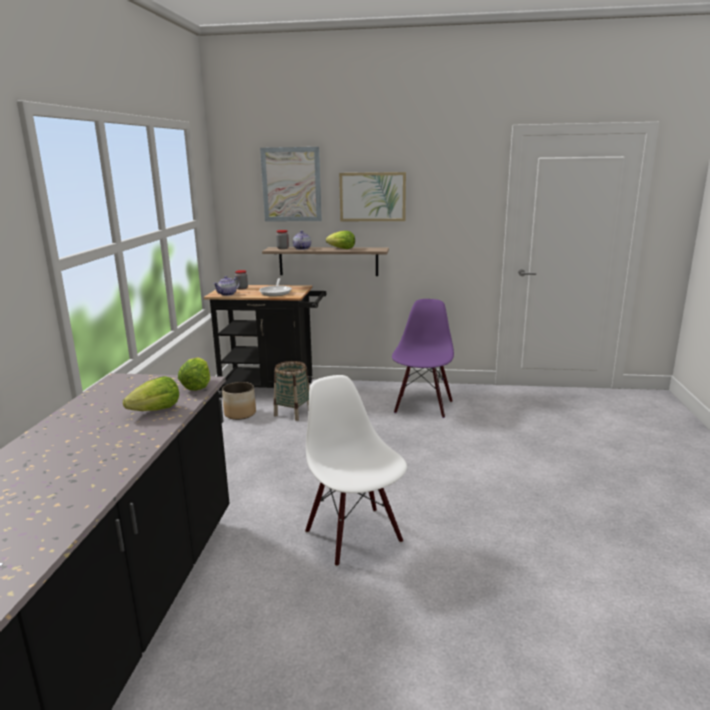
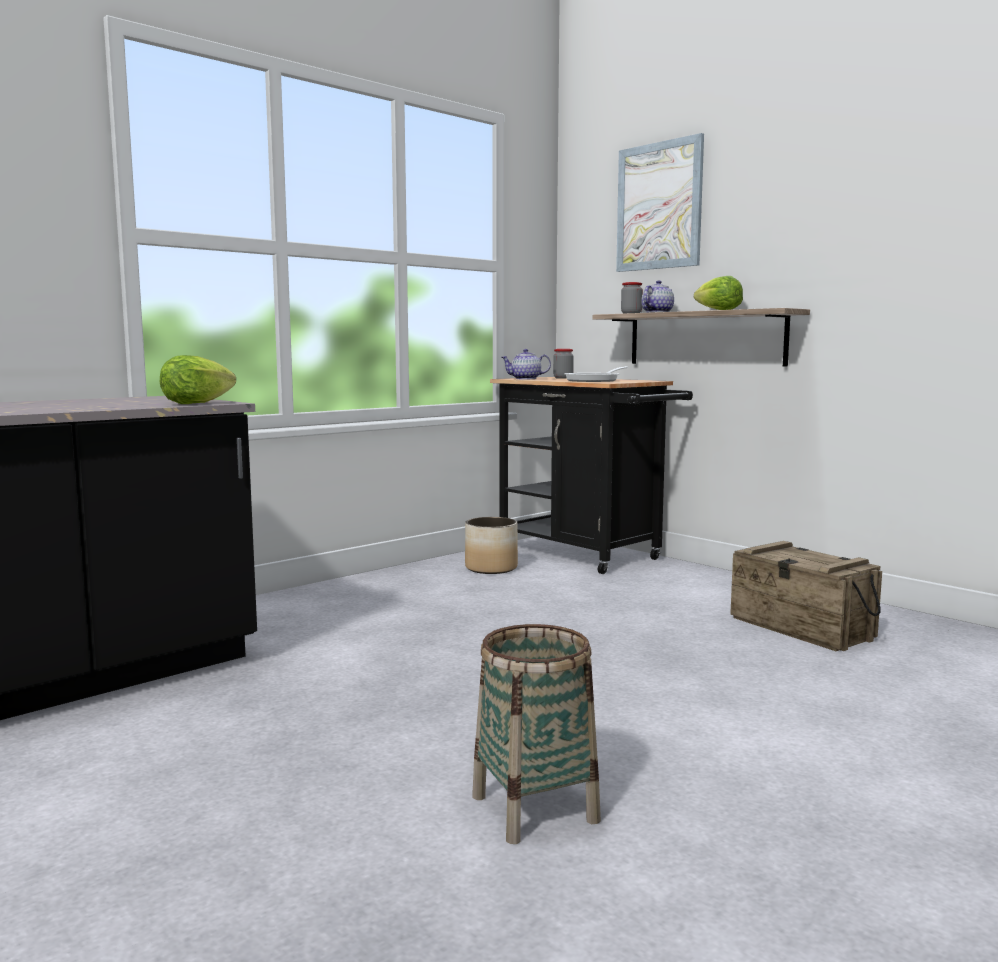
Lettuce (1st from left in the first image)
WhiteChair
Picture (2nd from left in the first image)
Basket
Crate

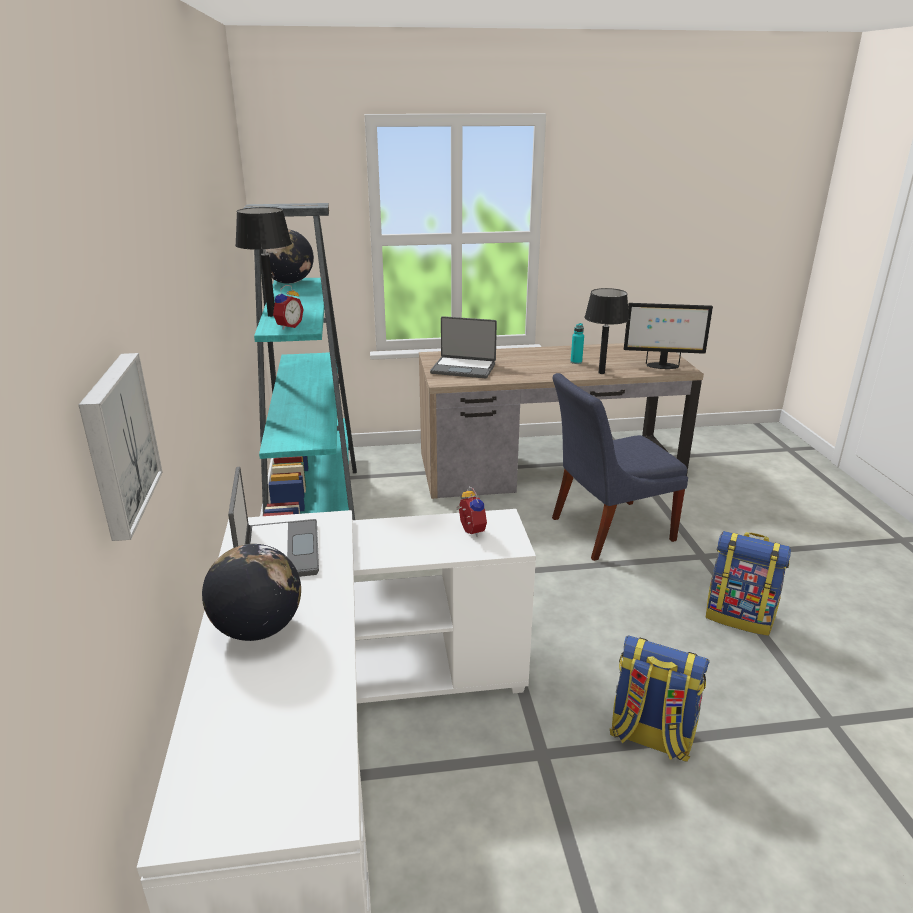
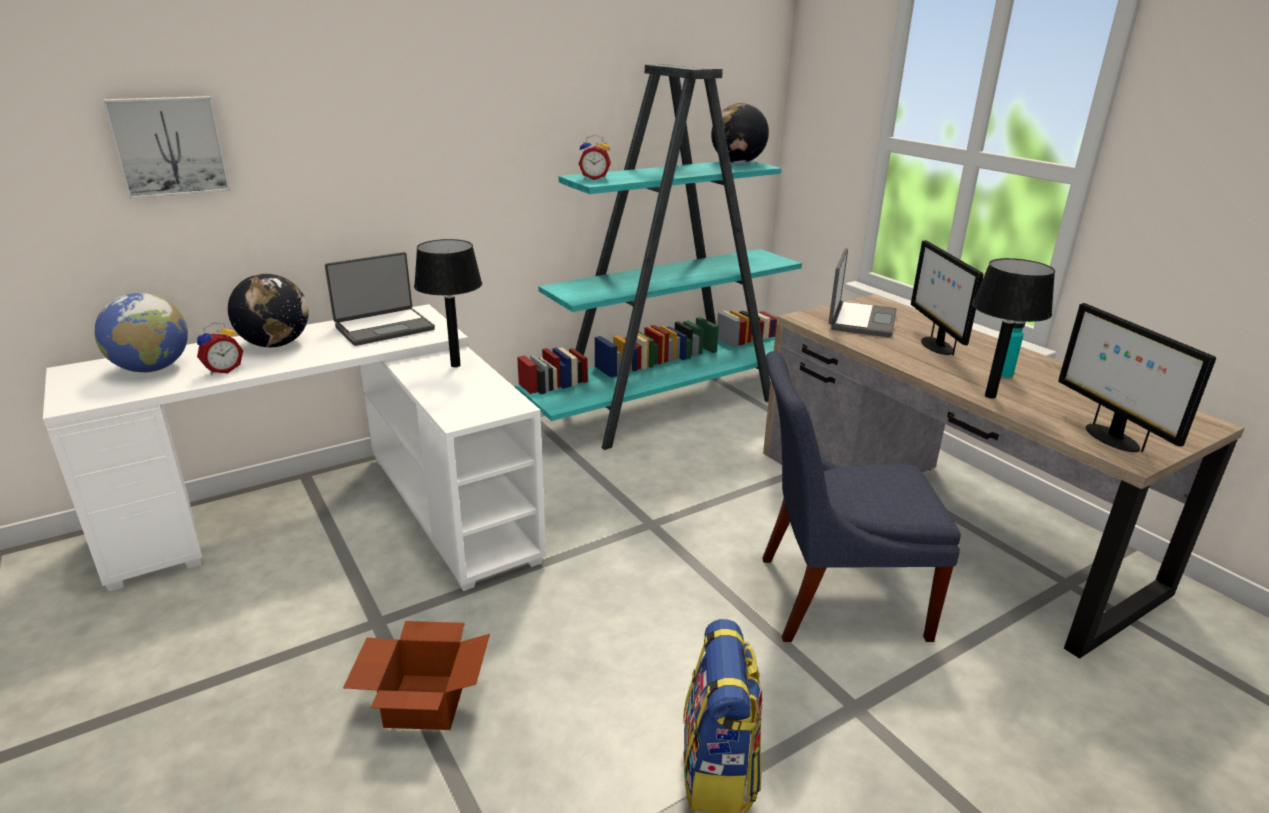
Globe (1st from left)
Monitor (1st from left)
BlackTableLamp (1st from left)
AlarmClock (1st from left)
CardboardBox
Laptop (2nd from left)
BlueChair

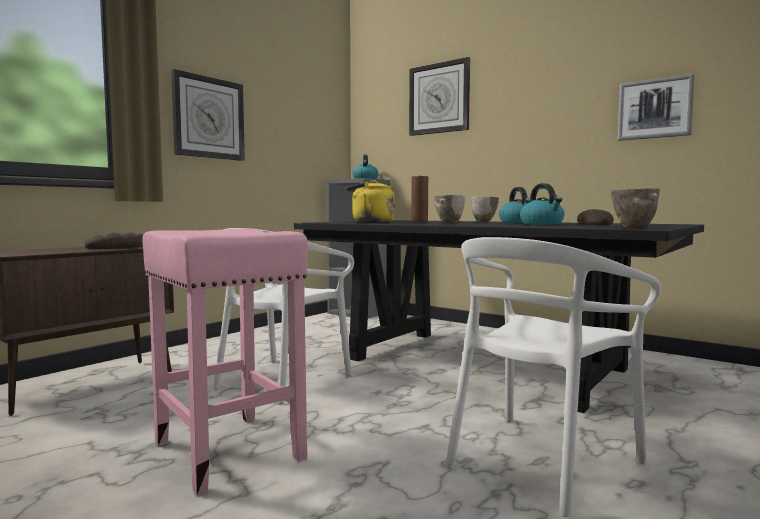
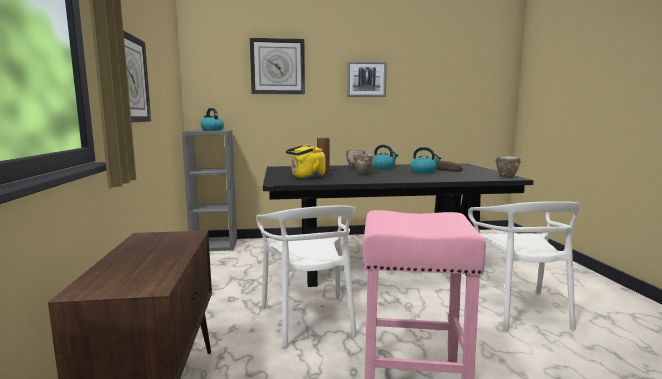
Bread (1st from left in the first image)
Picture

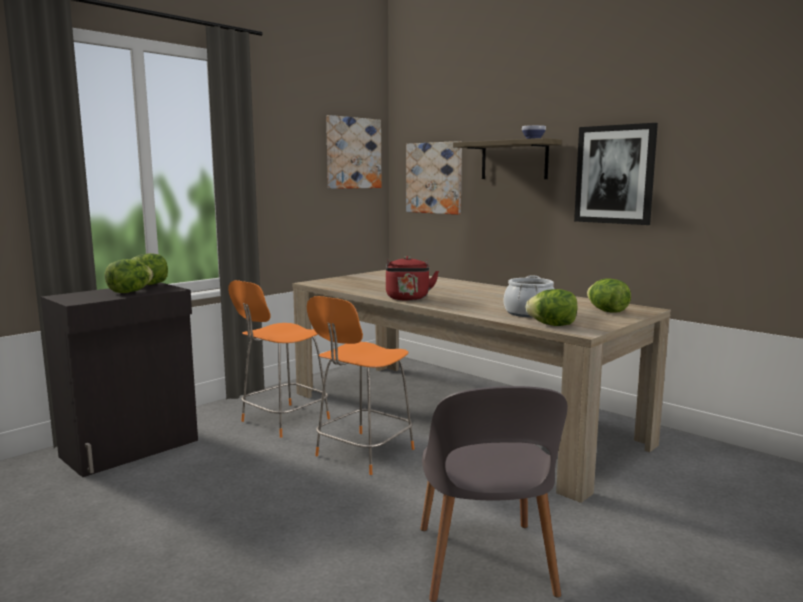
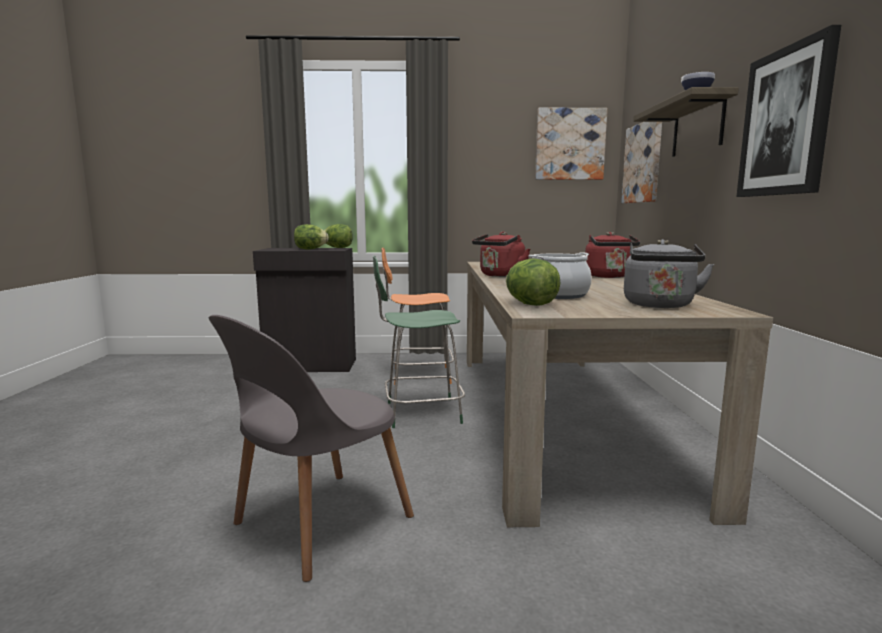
RedKettle (2nd from left)
GreyKettle
GreenStool

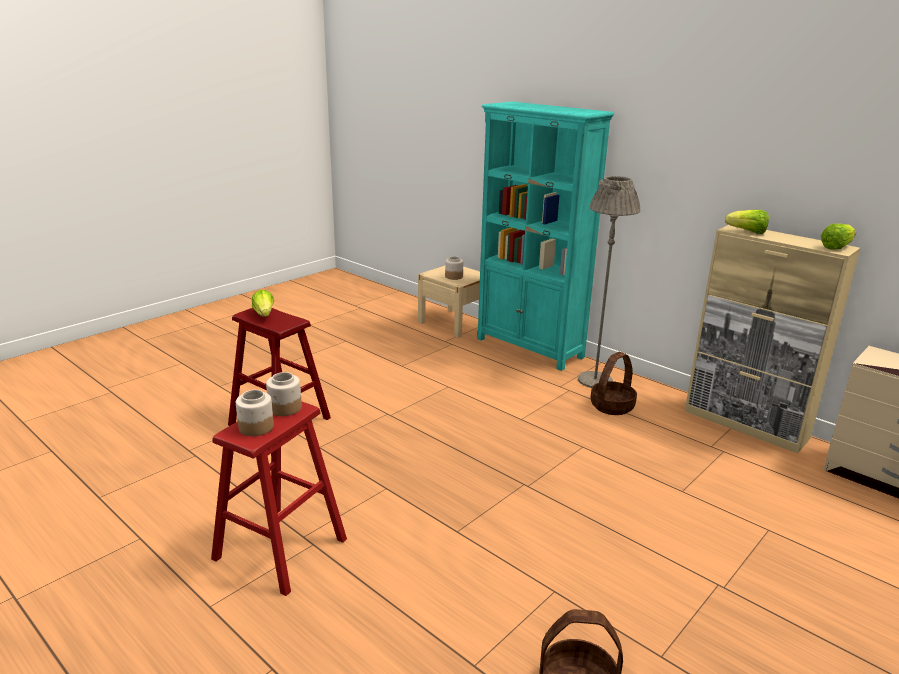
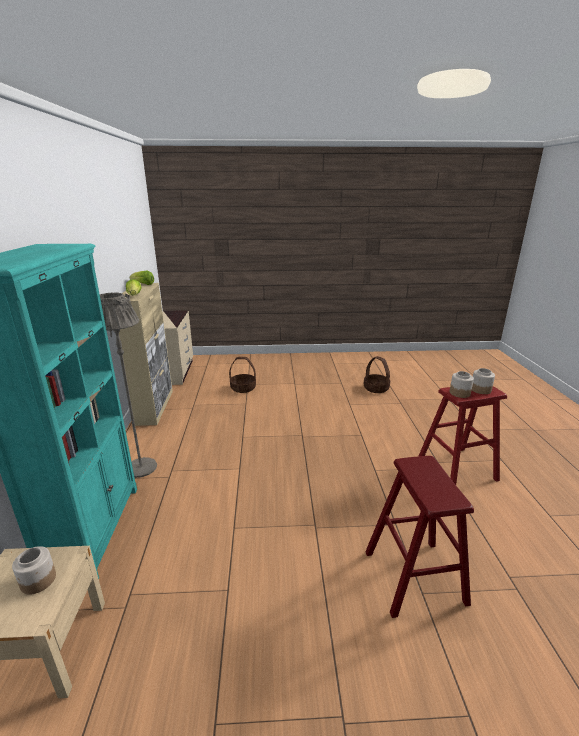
Lettuce (1st from left in the first image)
Basket (1st from left)

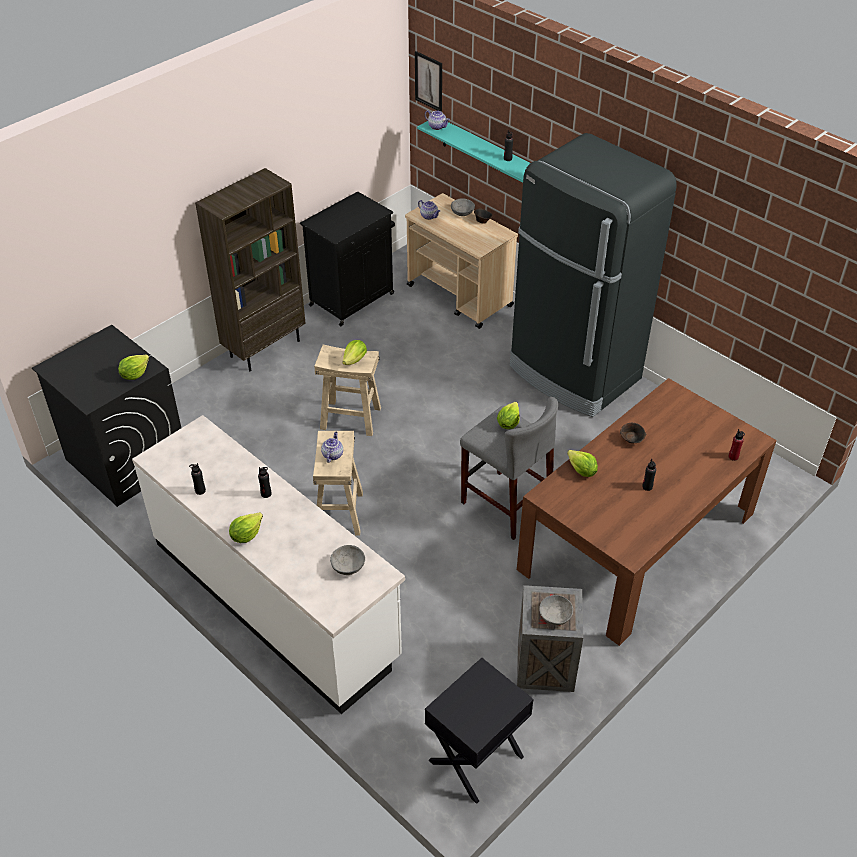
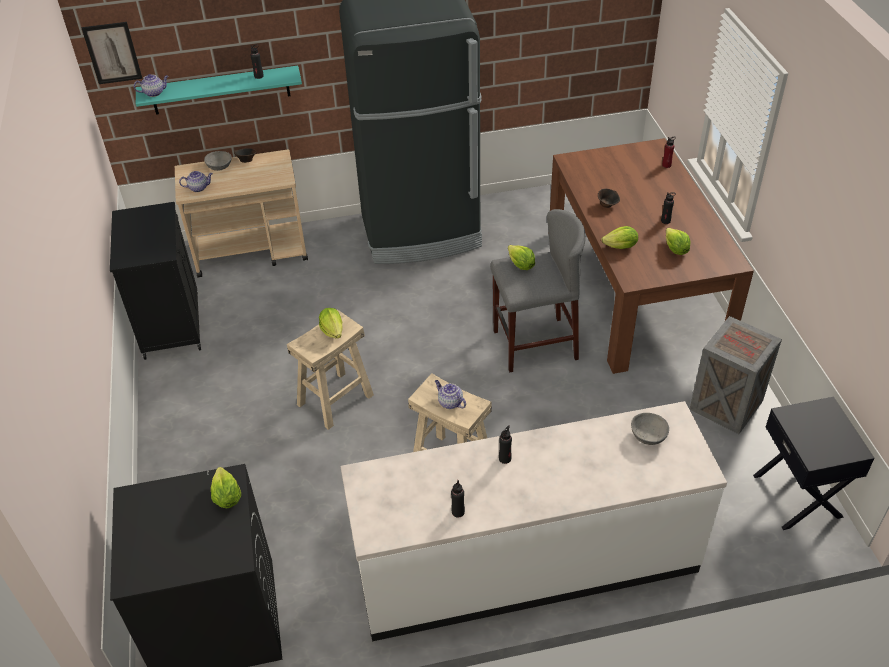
BrownBookcase
GreyBowl (3rd from left in the first image)
Lettuce (5th from left)

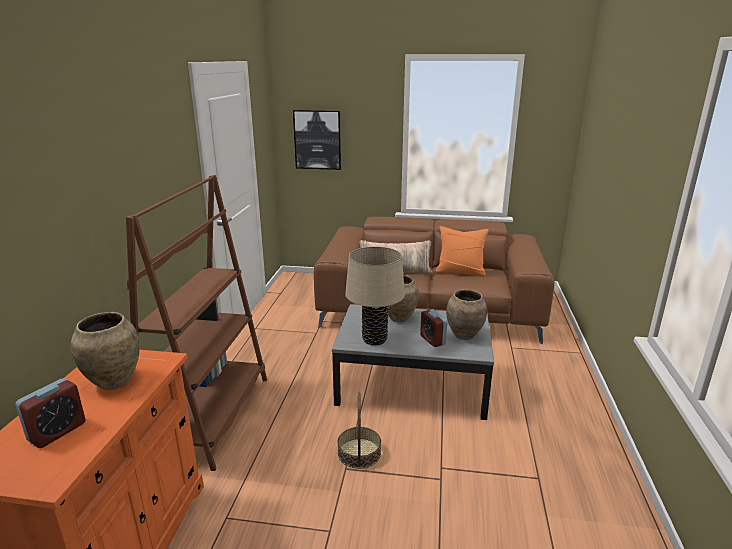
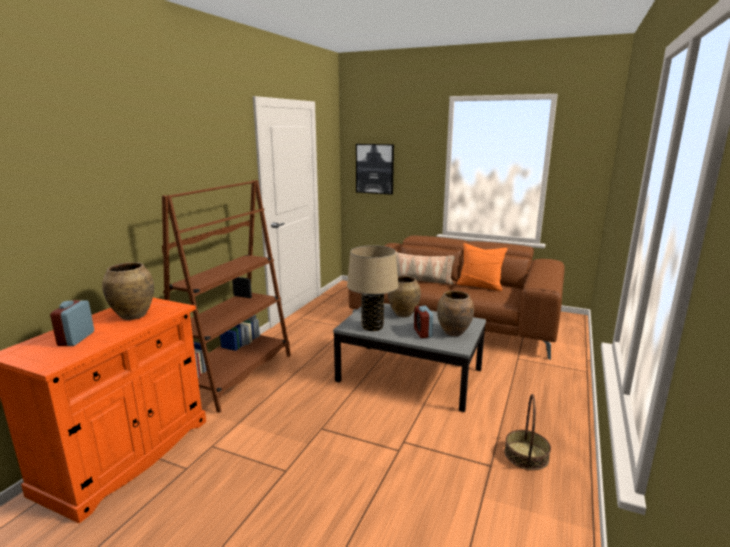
Basket
AlarmClock (1st from left)

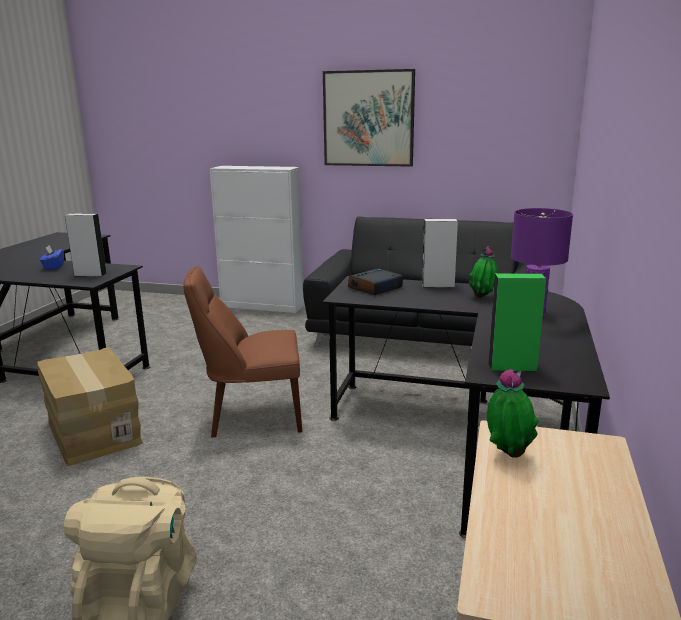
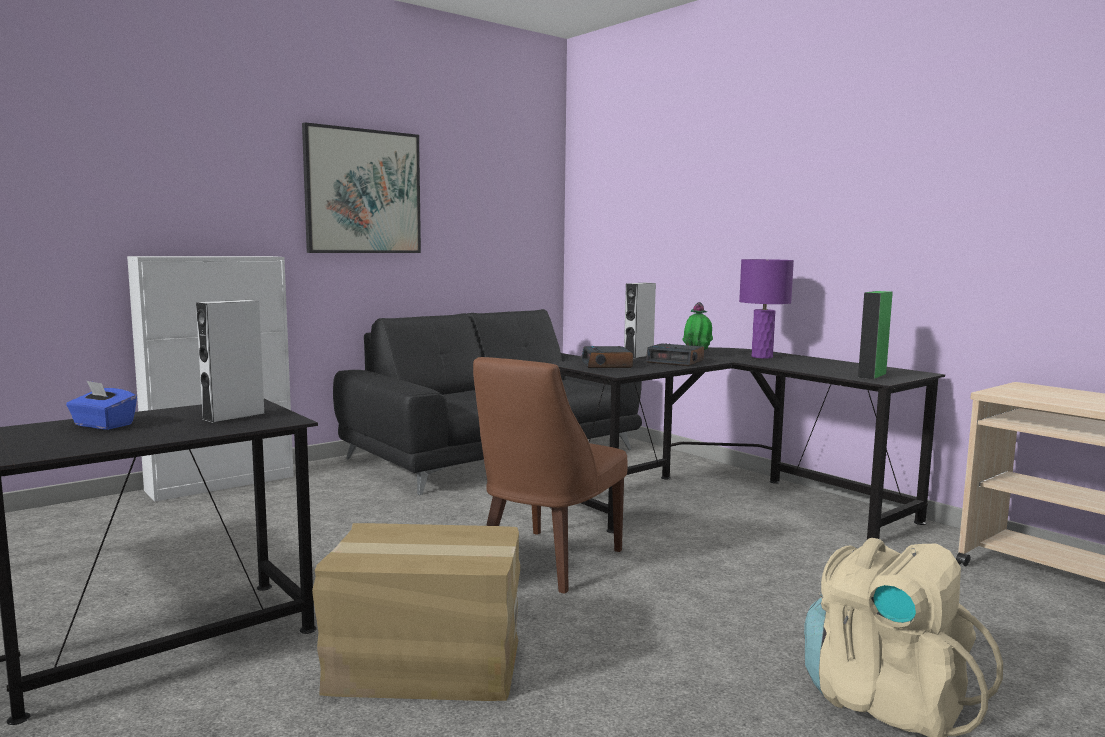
PottedPlant (2nd from left in the first image)
AlarmClock (2nd from left)

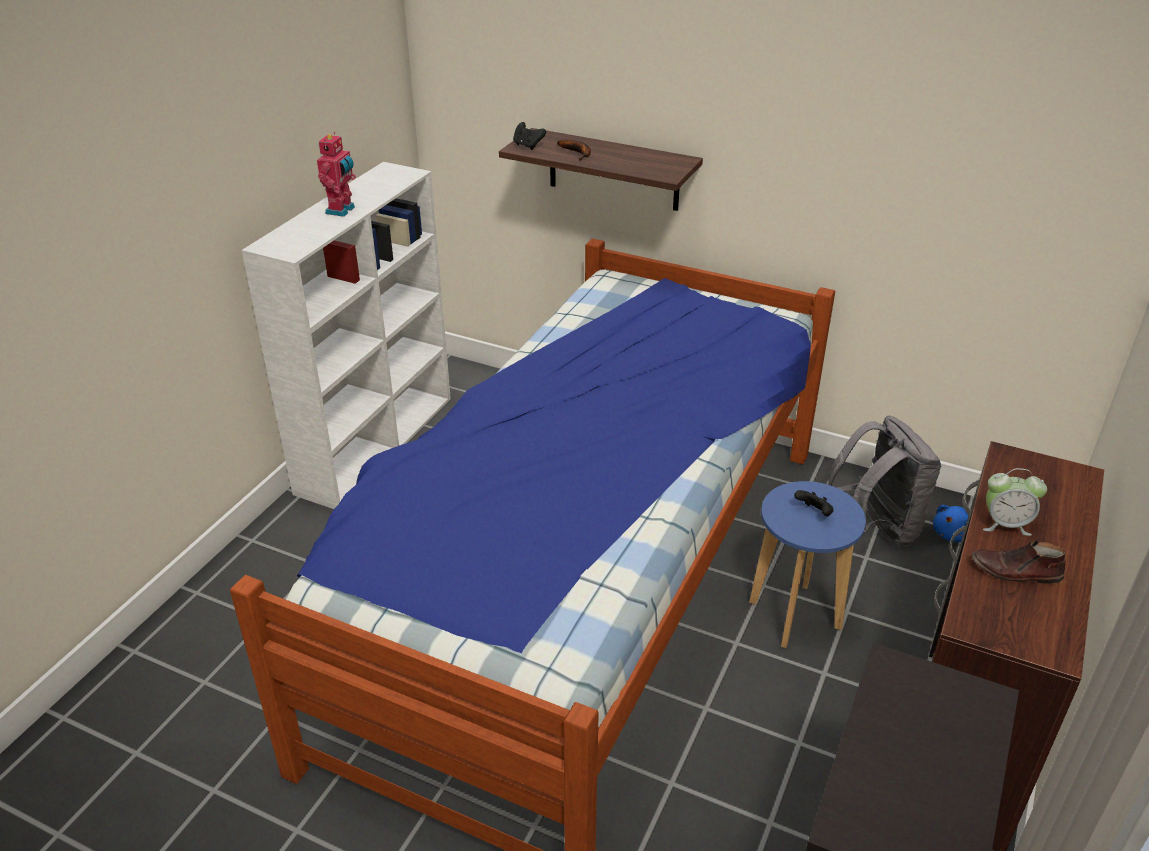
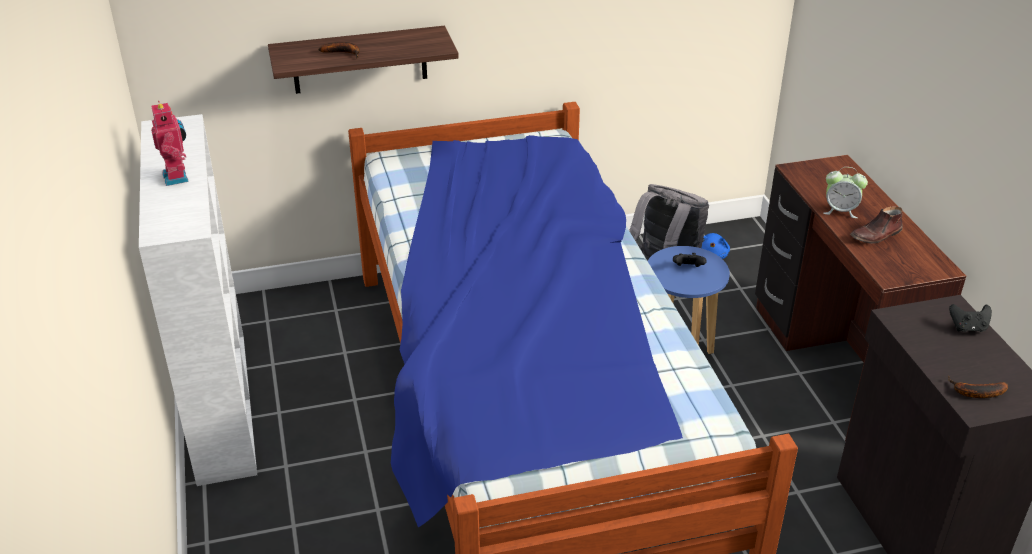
Banana (2nd from left)
BlackGameController (2nd from left)
AlarmClock

